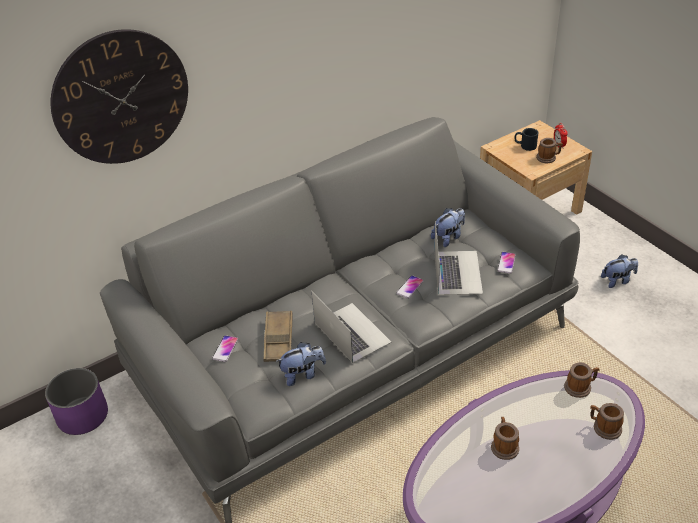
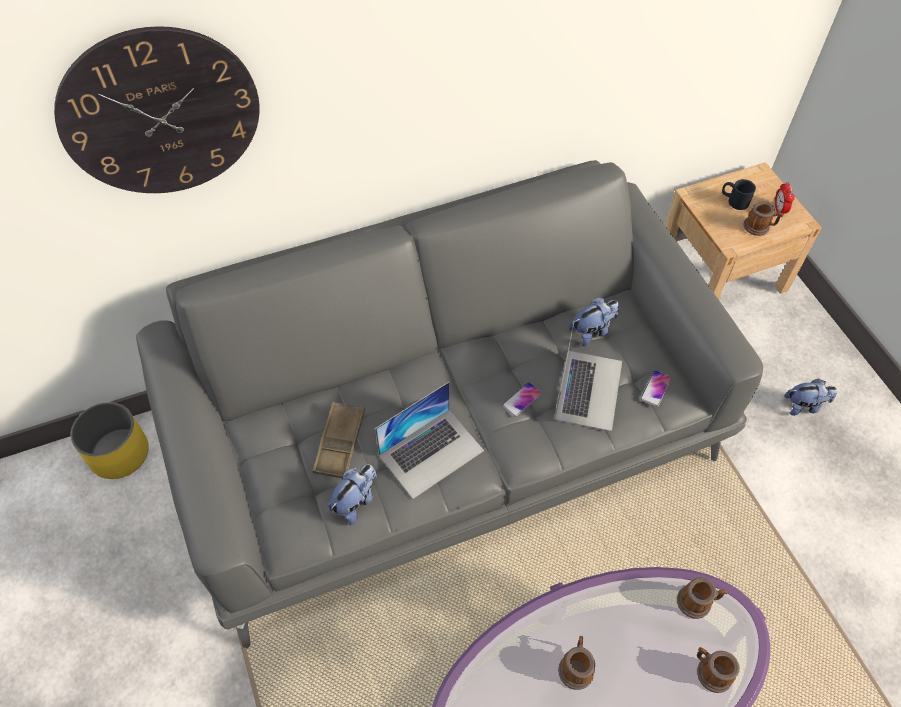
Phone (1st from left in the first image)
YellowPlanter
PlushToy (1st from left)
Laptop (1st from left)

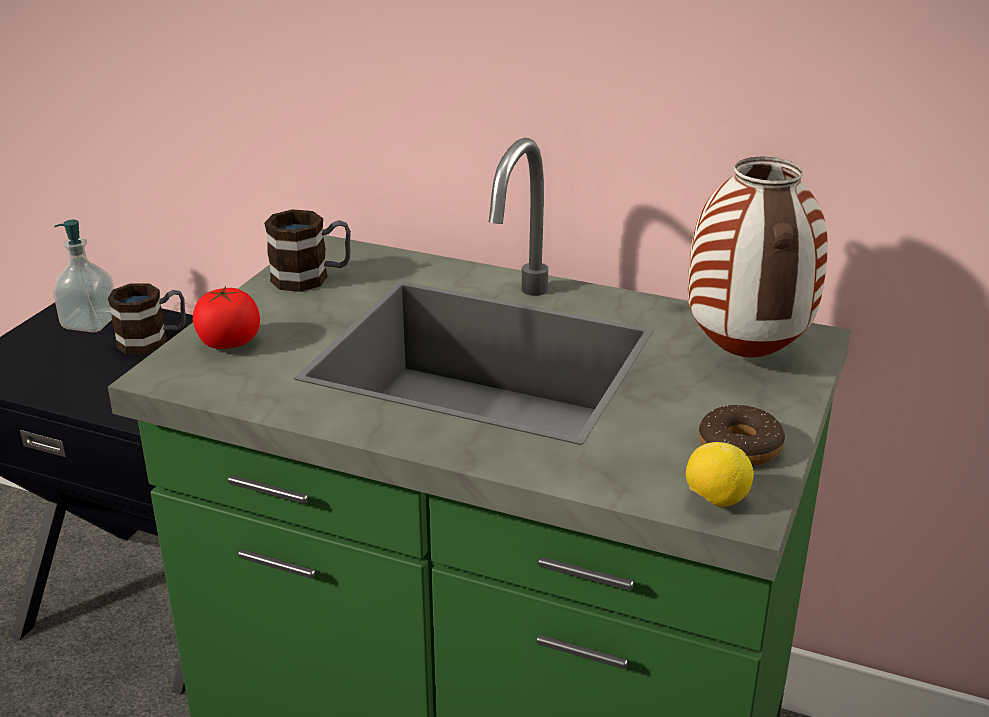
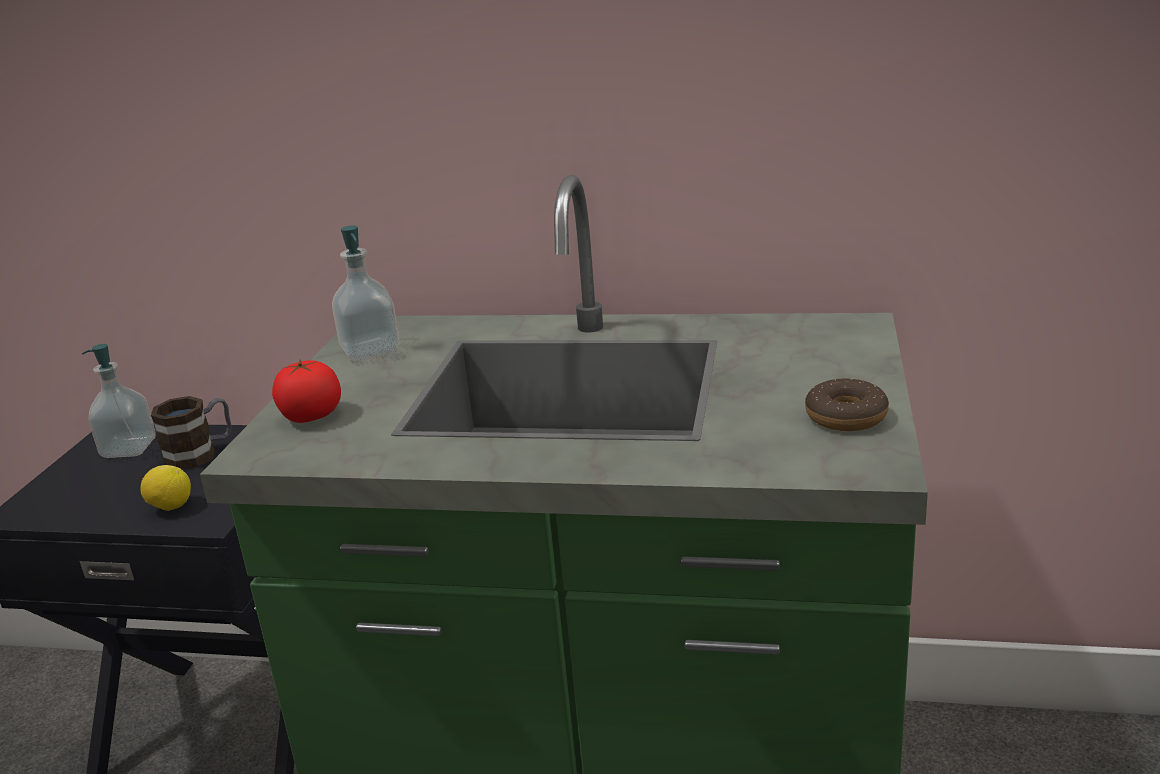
Vase
Lemon
SoapDispenser (2nd from left)

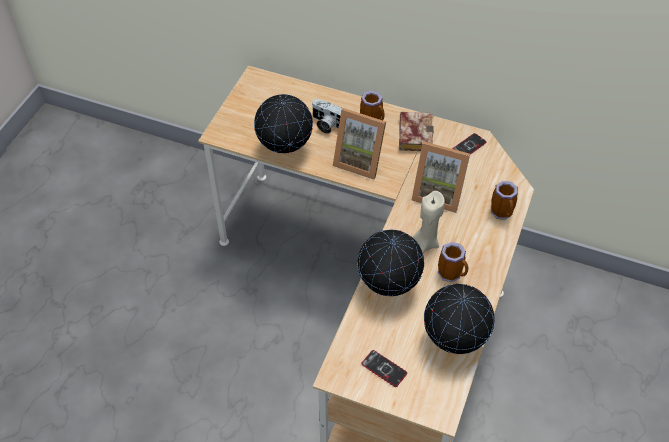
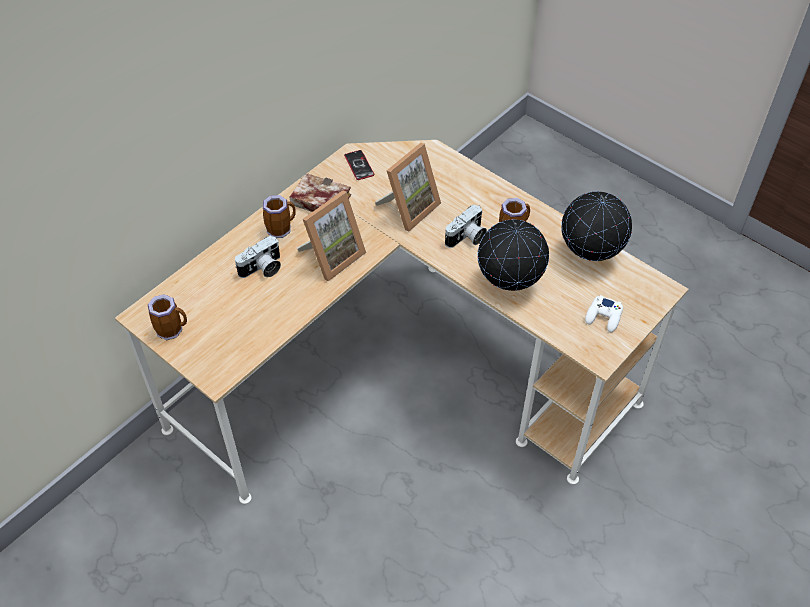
Globe (1st from left in the first image)
Mug (1st from left)
WhiteGameController
PhotoCamera (2nd from left)

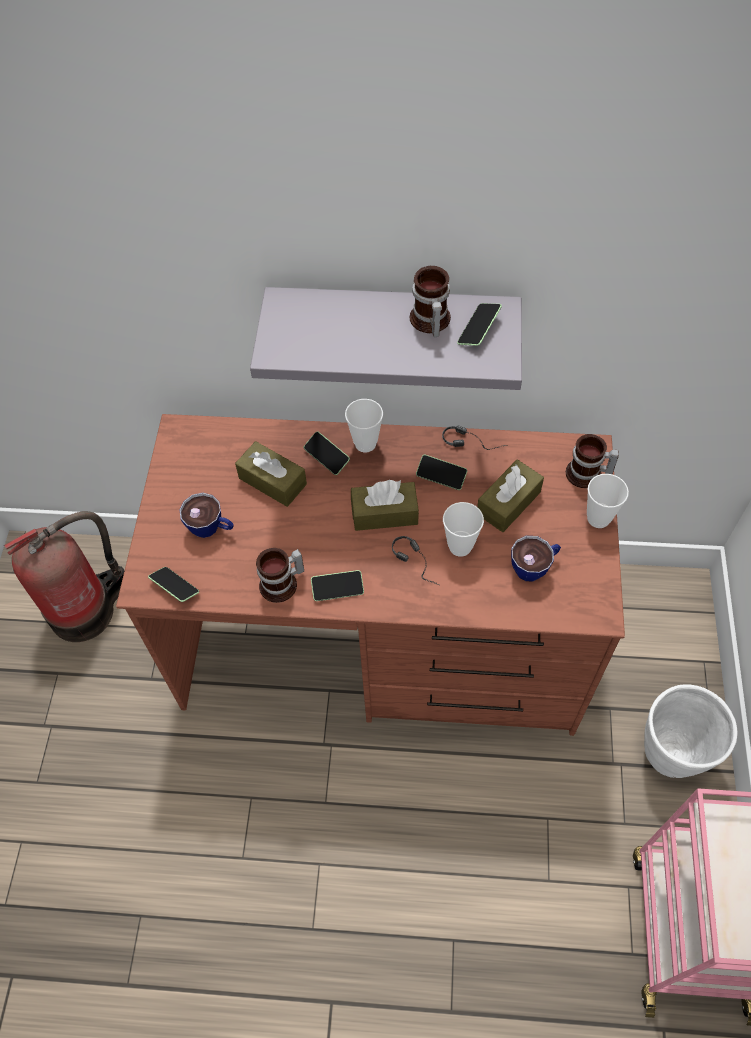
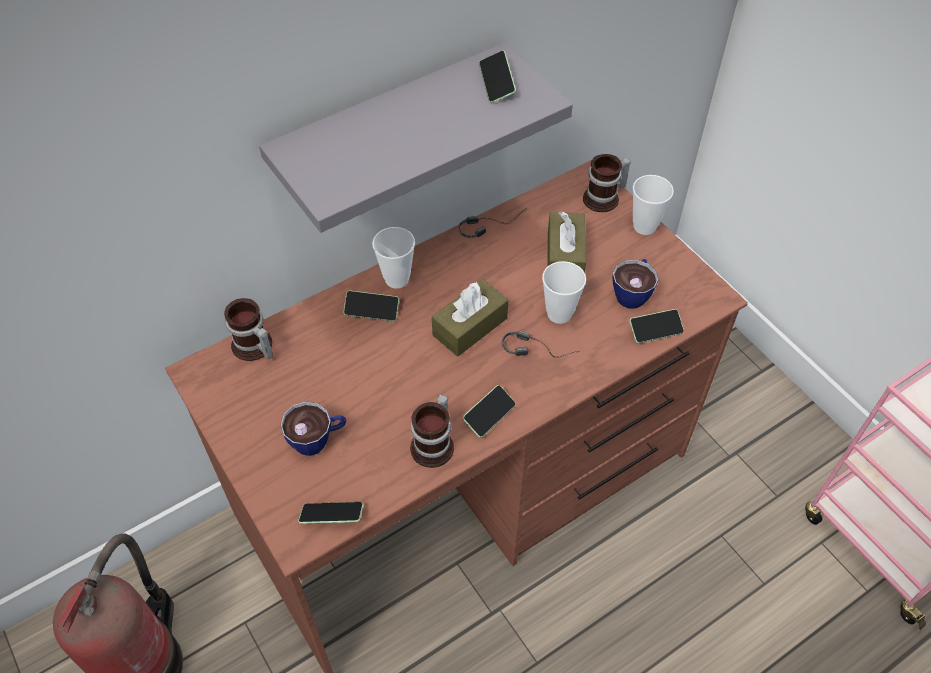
BrownTissueBox (1st from left in the first image)
WhitePlanter
Mug (1st from left)
Phone (5th from left)

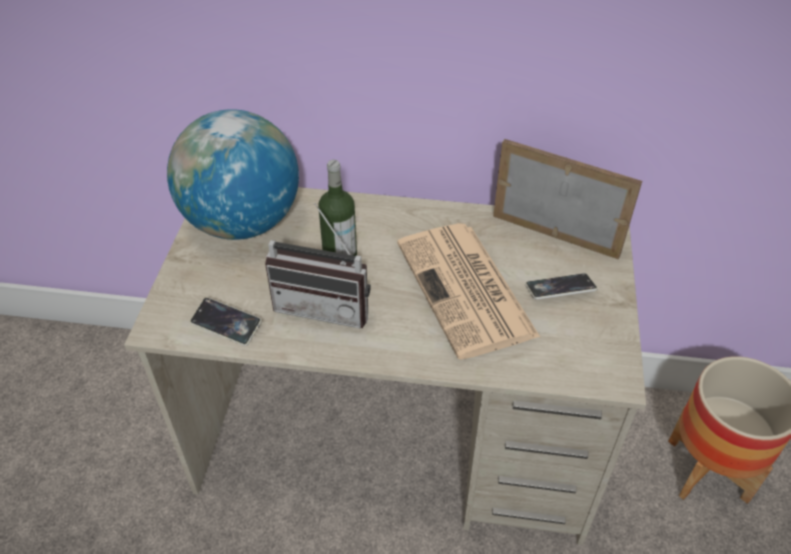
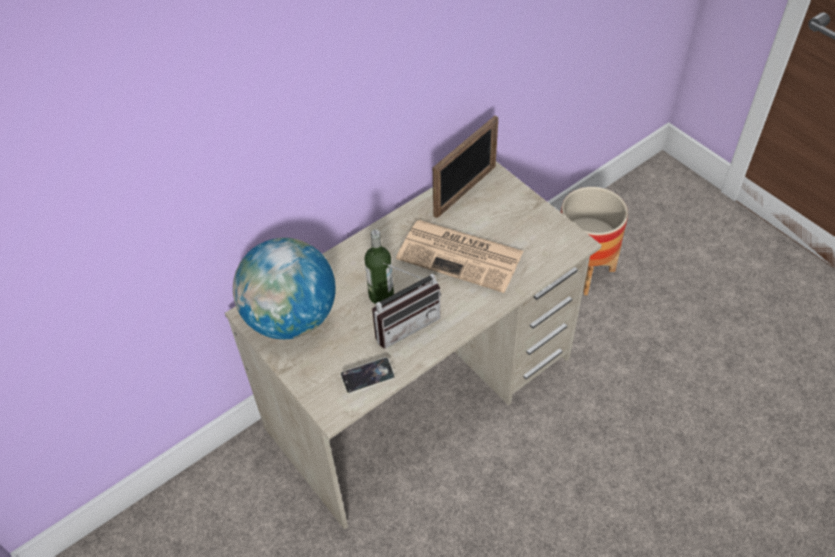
Phone (2nd from left in the first image)
PictureFrame

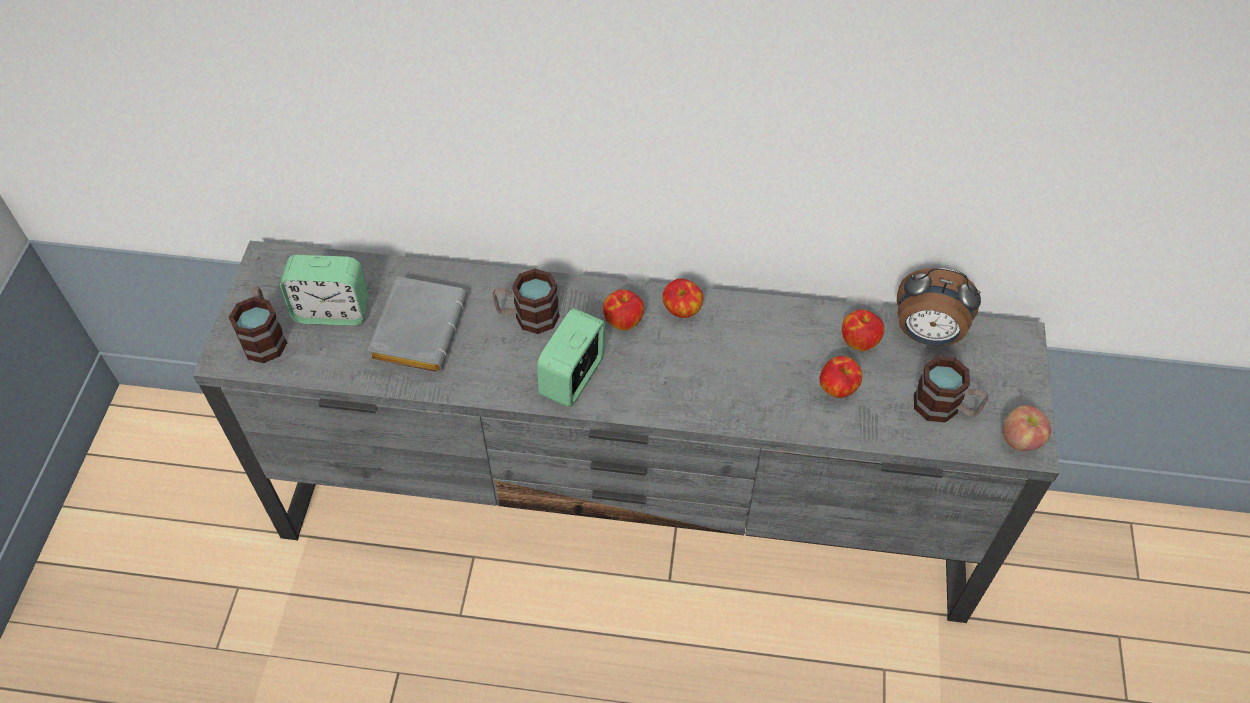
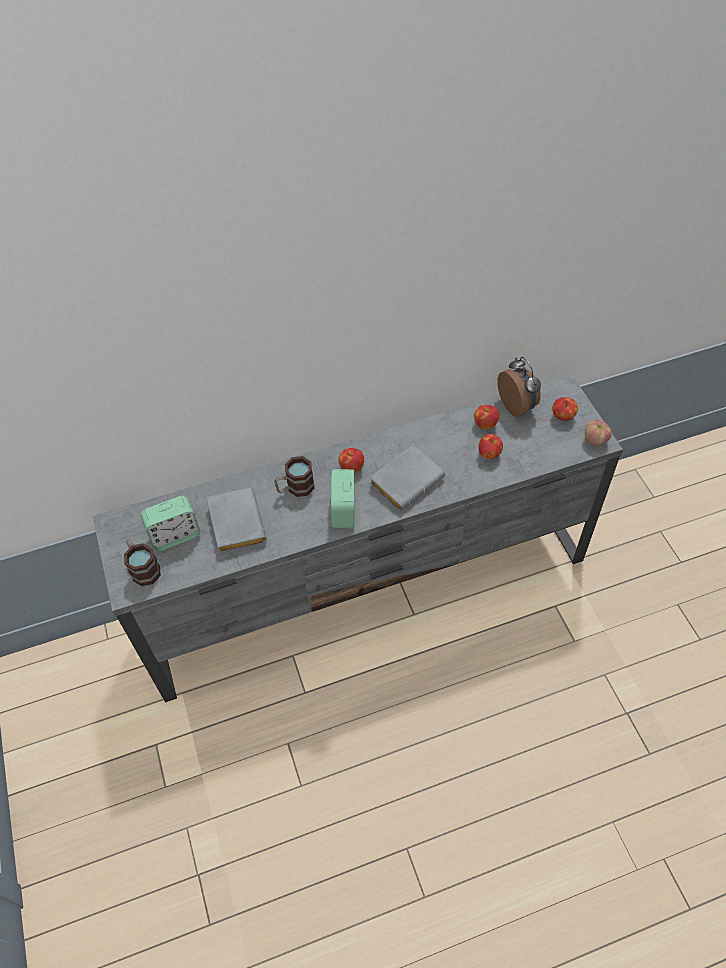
Mug (3rd from left in the first image)
GreyBook (2nd from left)
Apple (4th from left)
AlarmClock (3rd from left)

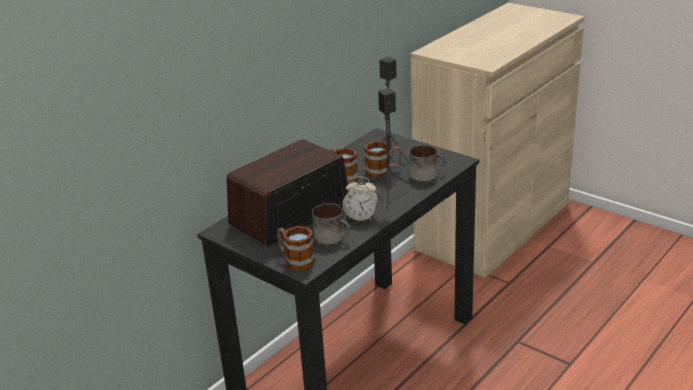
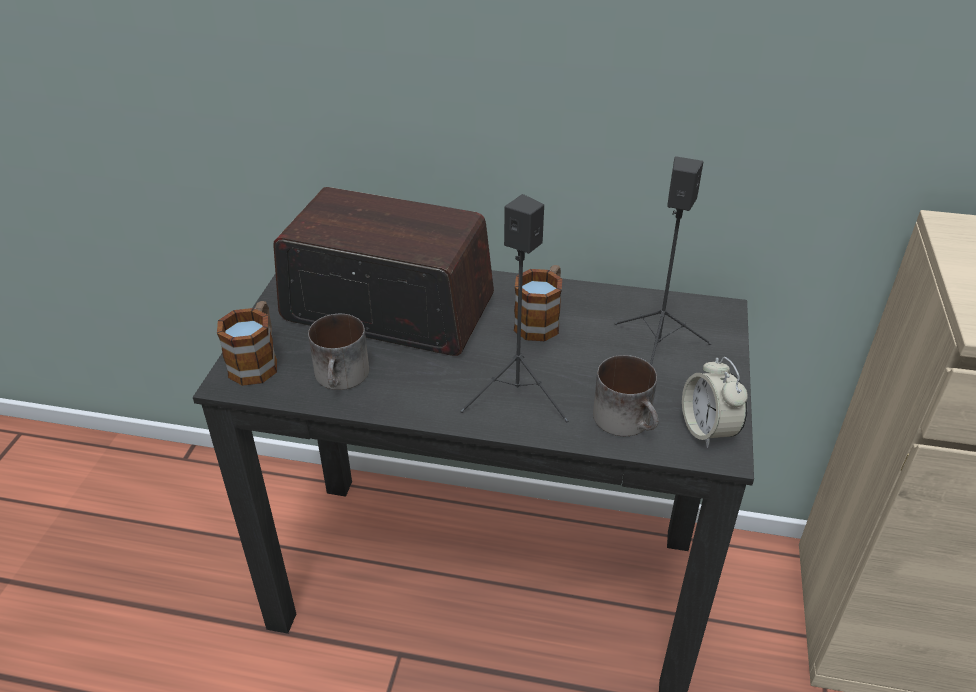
Mug (4th from left in the first image)
AlarmClock

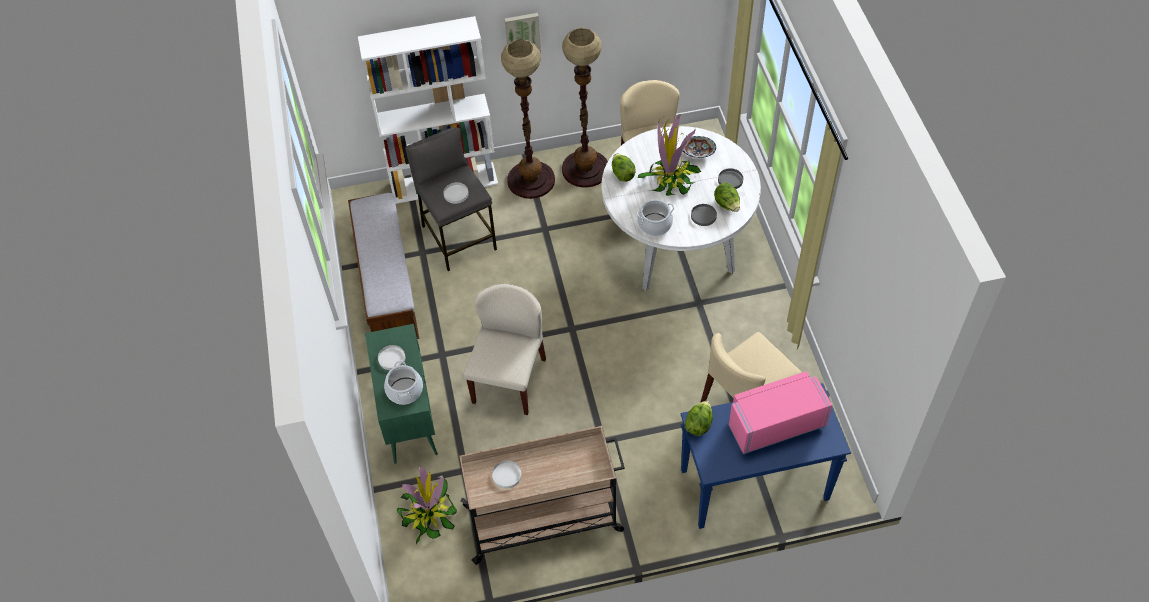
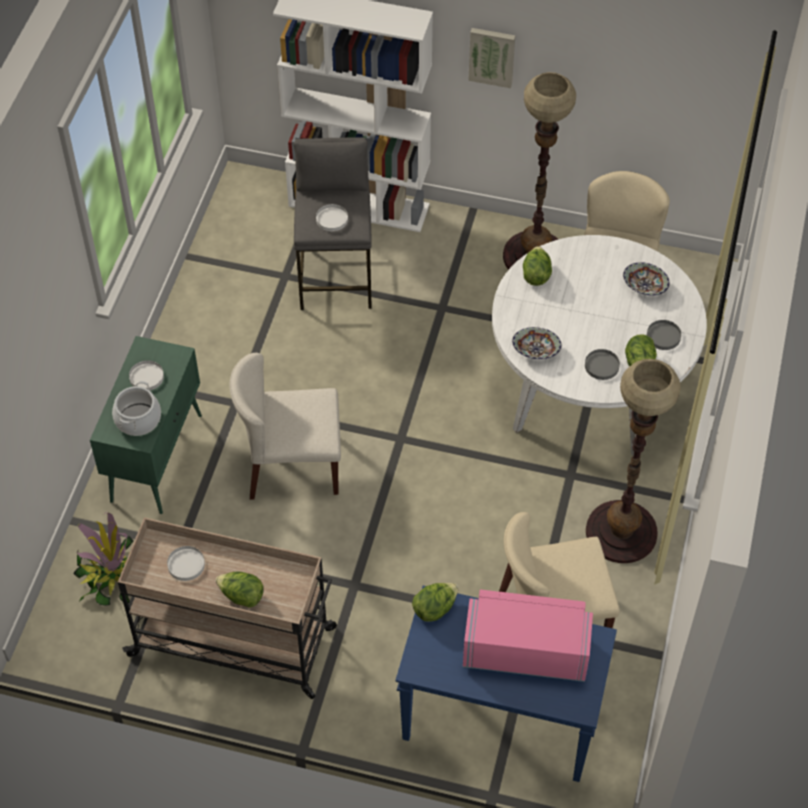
Bench
PottedPlant (2nd from left in the first image)
Lettuce (1st from left)
FloorLamp (2nd from left)
Bowl (1st from left)
BeigeChair (1st from left)

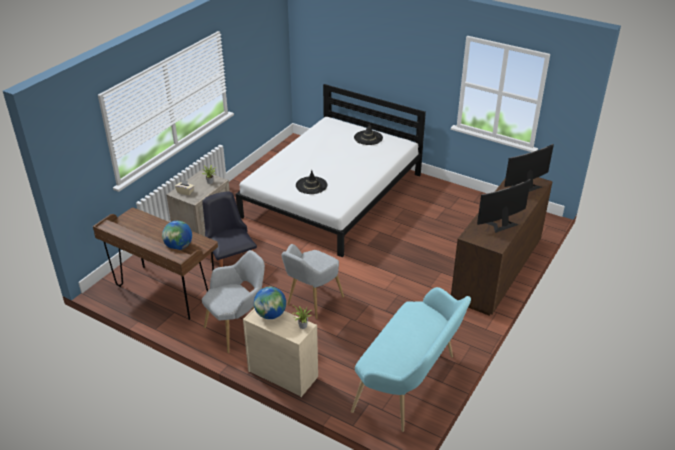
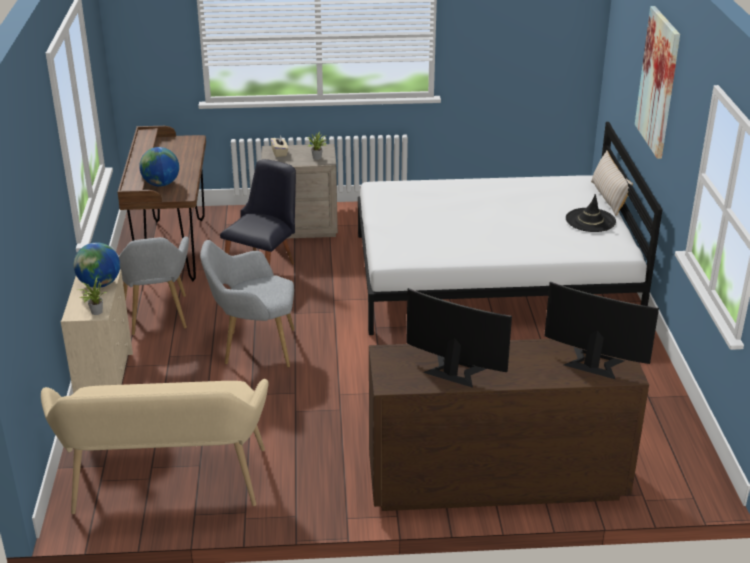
BlackHat (1st from left in the first image)
BeigePillow
Picture
BeigeBench
GreyArmchair (1st from left)

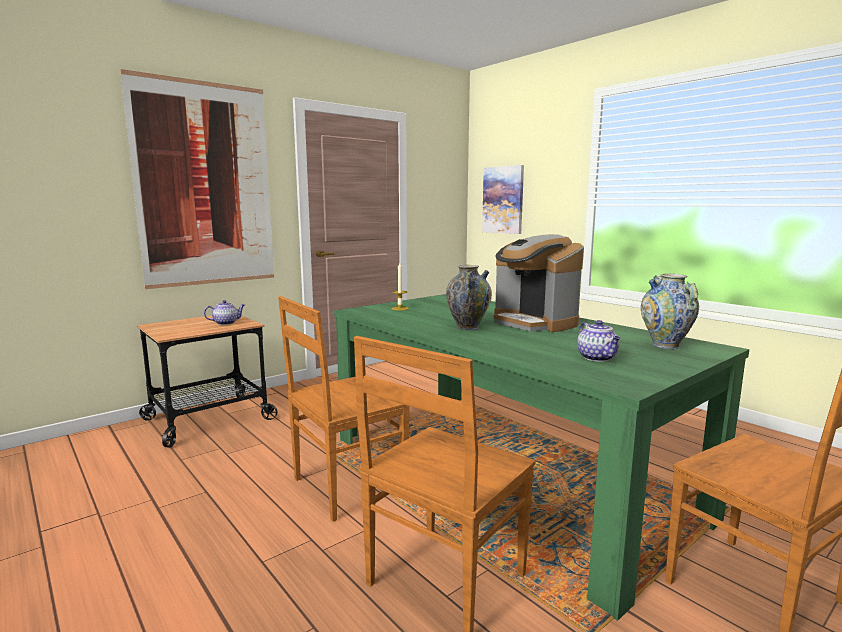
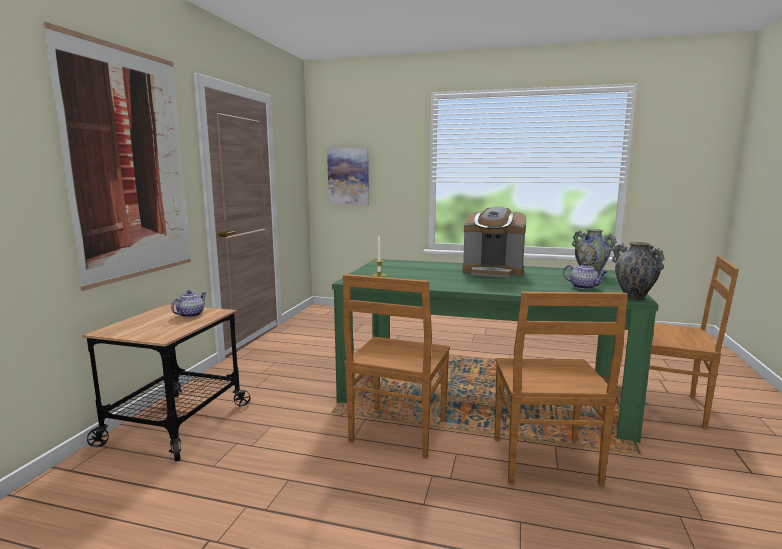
Vase (2nd from left)

